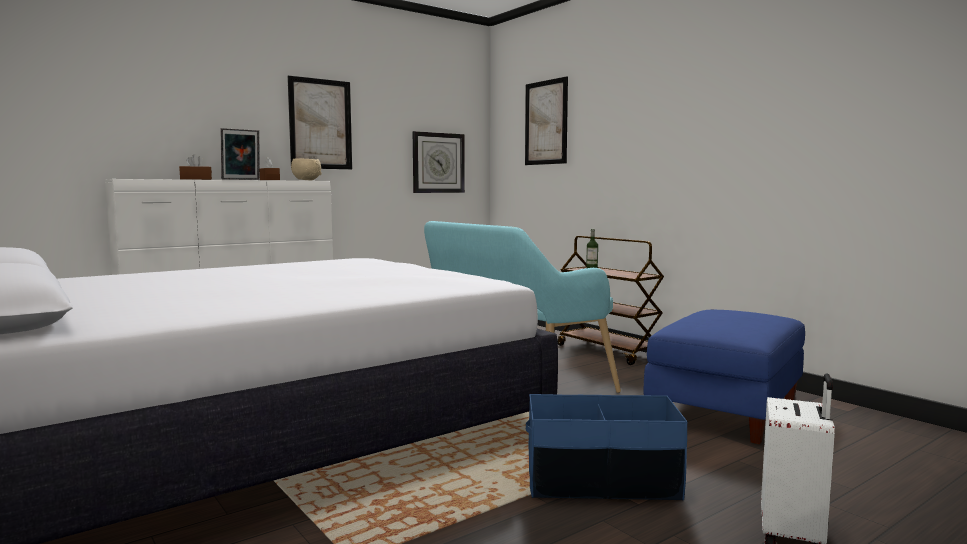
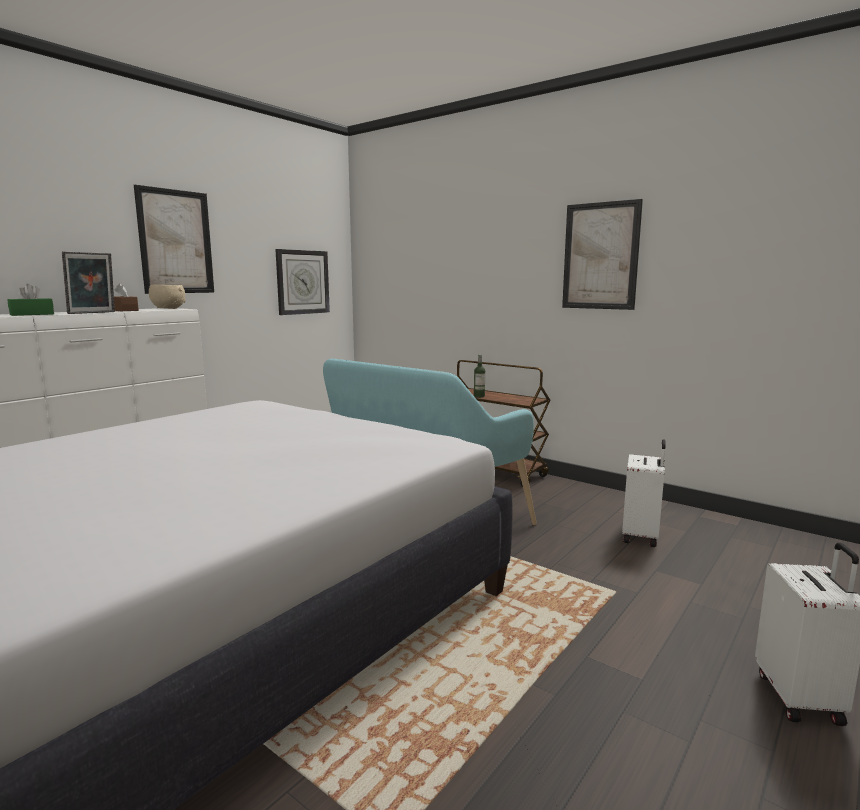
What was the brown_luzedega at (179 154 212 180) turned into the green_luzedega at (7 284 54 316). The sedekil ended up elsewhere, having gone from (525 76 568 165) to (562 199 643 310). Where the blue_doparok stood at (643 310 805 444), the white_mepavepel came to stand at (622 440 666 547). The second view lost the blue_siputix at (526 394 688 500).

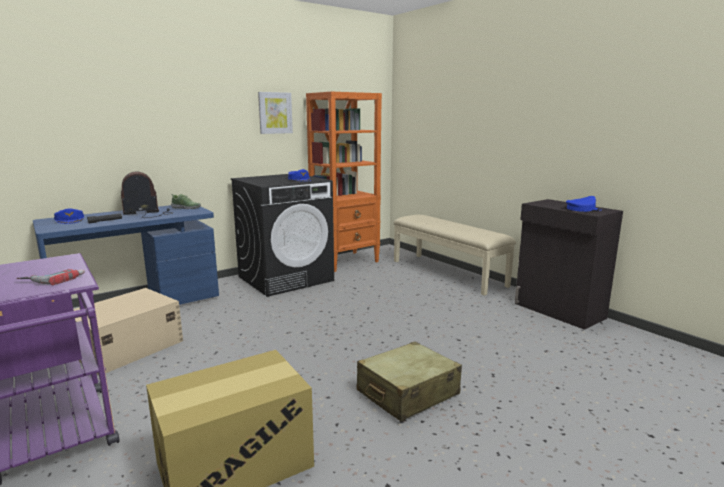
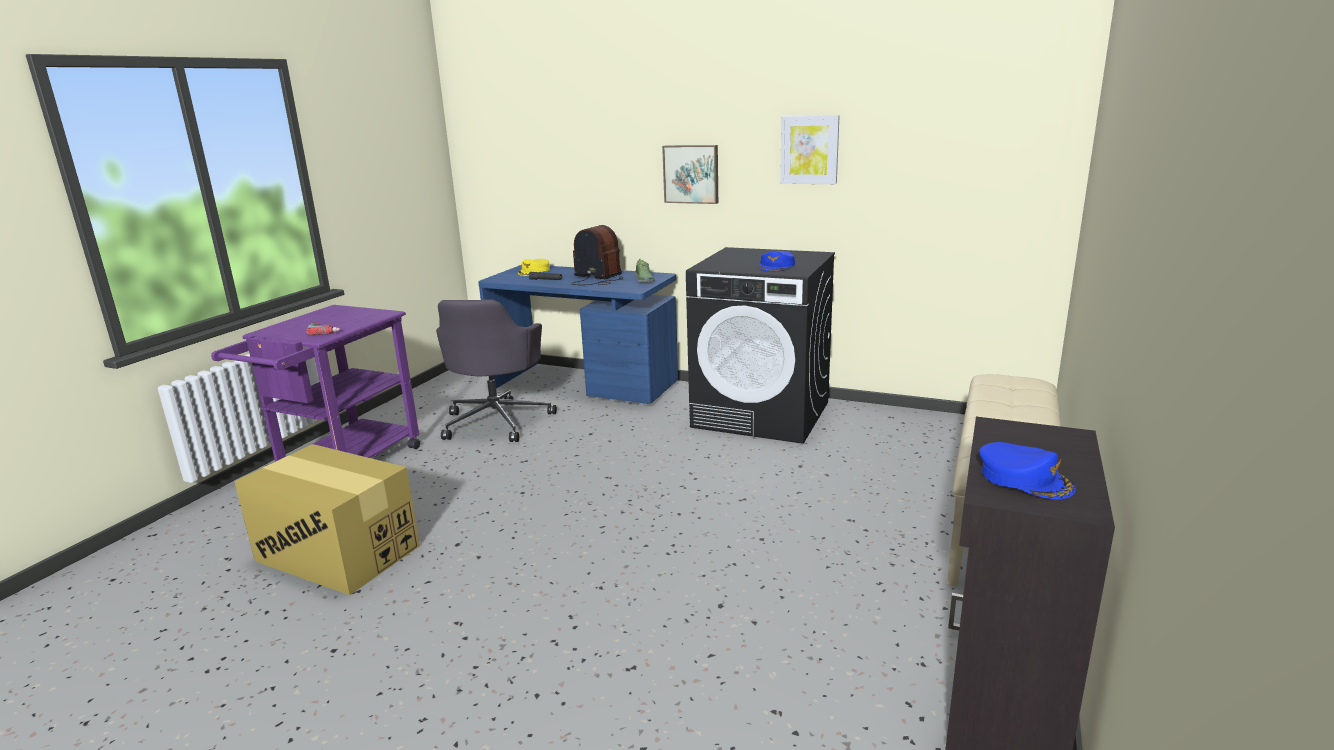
Where the beige_siputix stood at (73 288 183 375), the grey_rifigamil came to stand at (436 300 557 442). What was the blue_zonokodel at (54 209 84 224) turned into the yellow_zonokodel at (518 259 550 276). The second view gained the sedekil at (662 145 718 204). The second view lost the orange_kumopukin at (306 92 382 272). The second view lost the beige_mepavepel at (357 342 462 421).

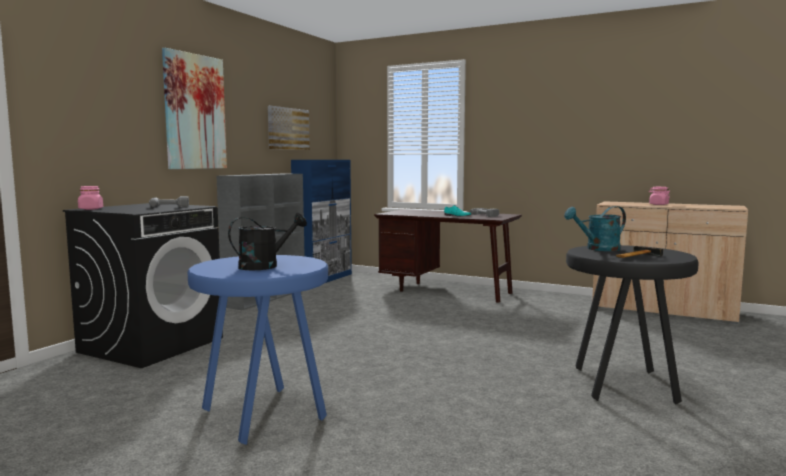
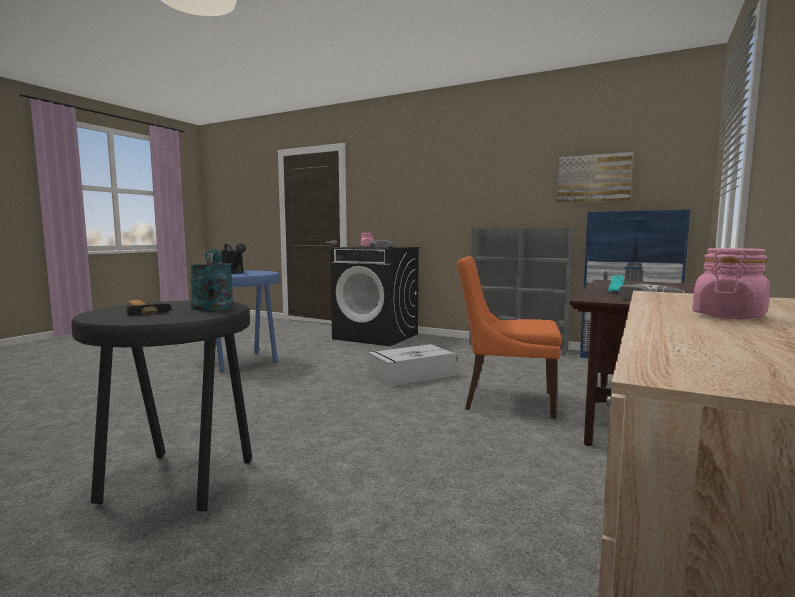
The second view gained the grey_siputix at (368 344 457 387). The second view gained the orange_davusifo at (457 256 562 419). The second view lost the sedekil at (162 48 227 169).

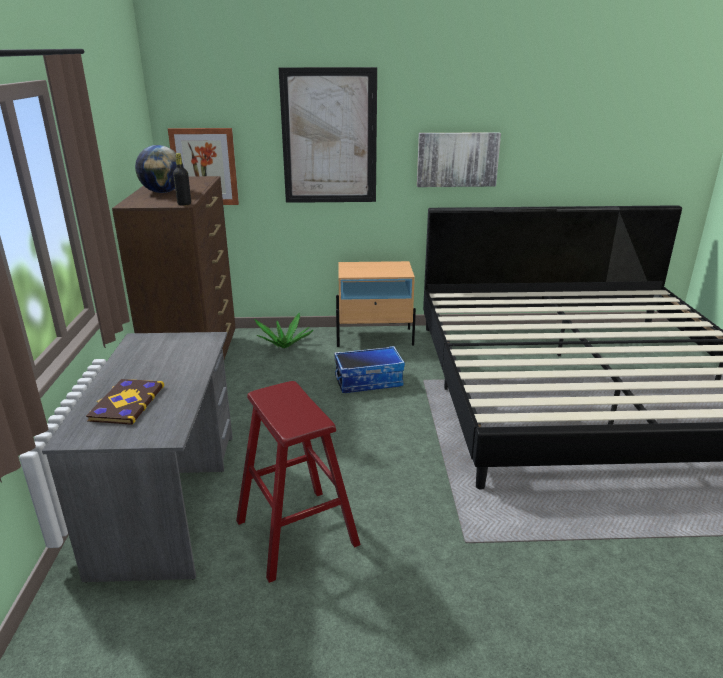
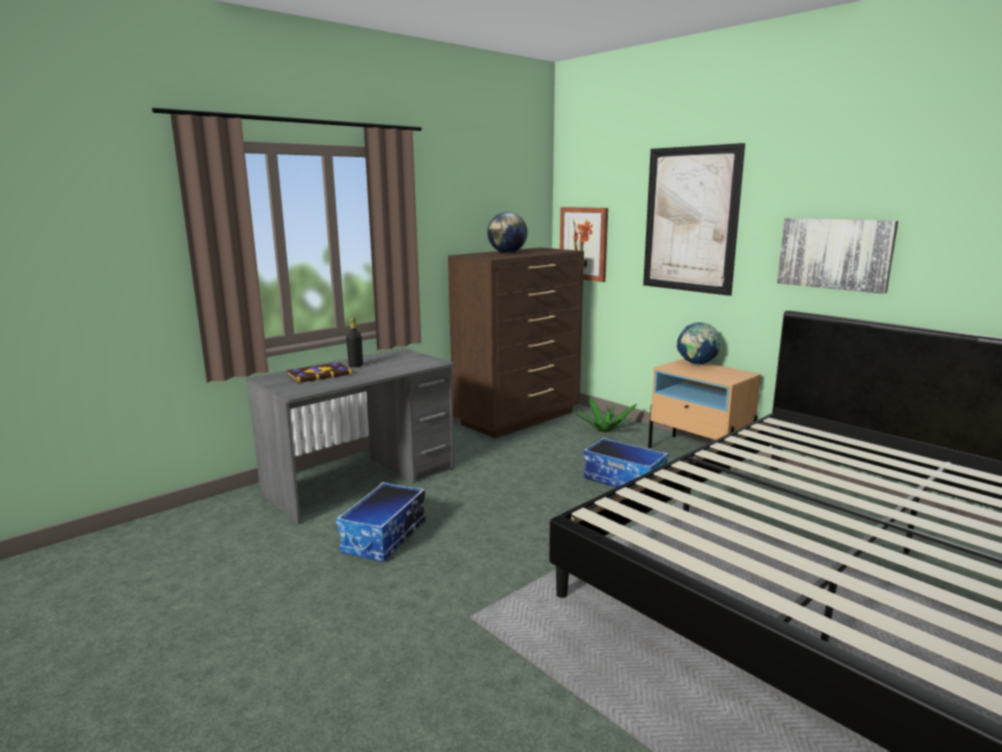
Where the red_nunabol stood at (236 381 361 583), the siputix came to stand at (336 482 426 562). The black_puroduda ended up elsewhere, having gone from (173 153 191 206) to (346 318 363 367). The second view gained the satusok at (677 322 721 366).

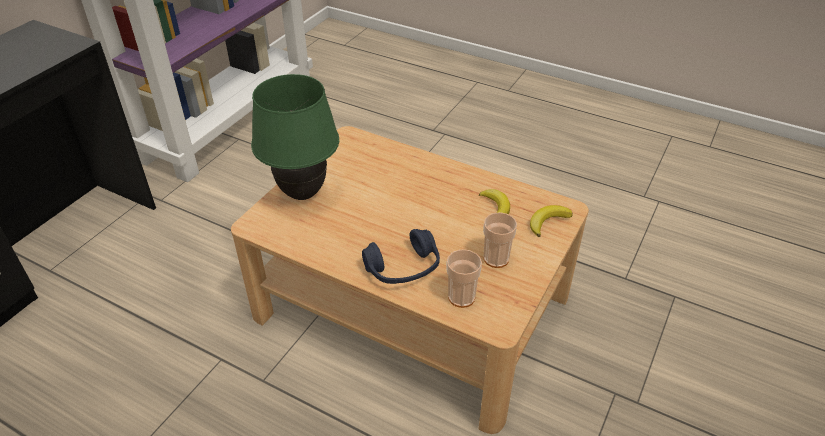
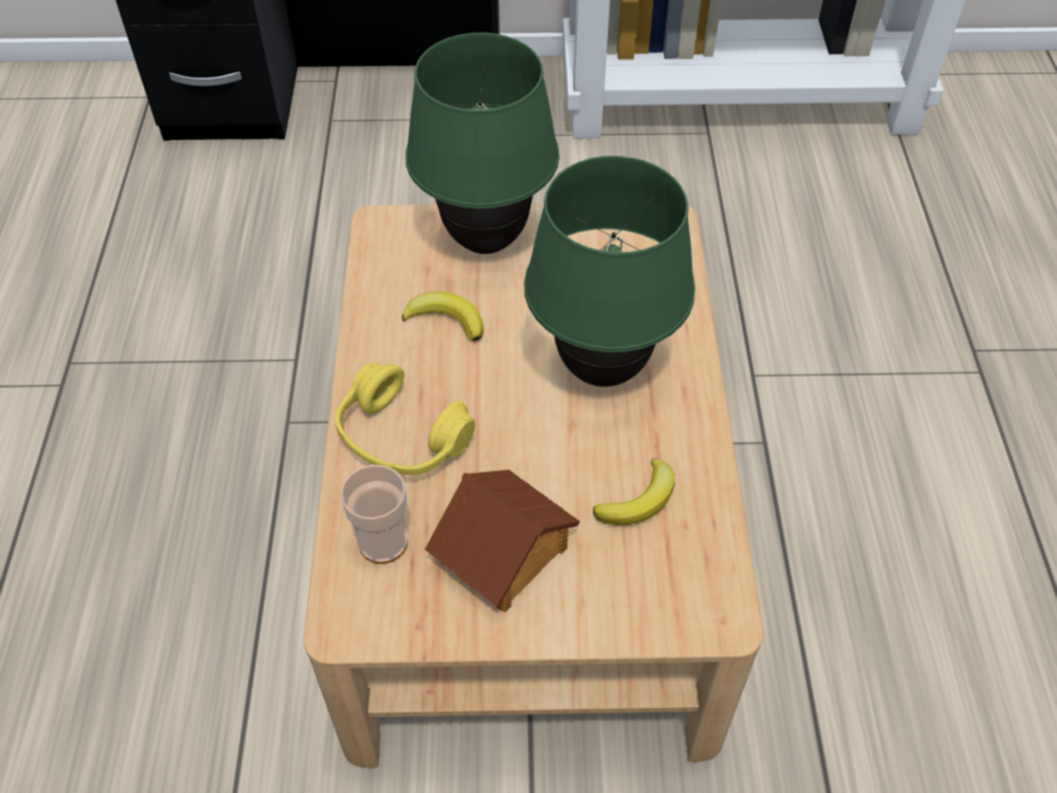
What was the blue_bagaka at (362 229 440 284) turned into the yellow_bagaka at (335 363 475 475). The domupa ended up elsewhere, having gone from (530 205 573 237) to (402 291 484 342). Where the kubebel stood at (483 212 517 268), the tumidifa came to stand at (425 470 580 612). The second view gained the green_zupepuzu at (524 156 695 387).

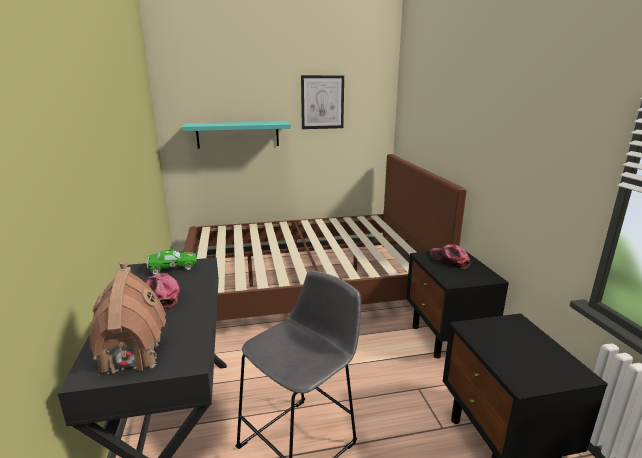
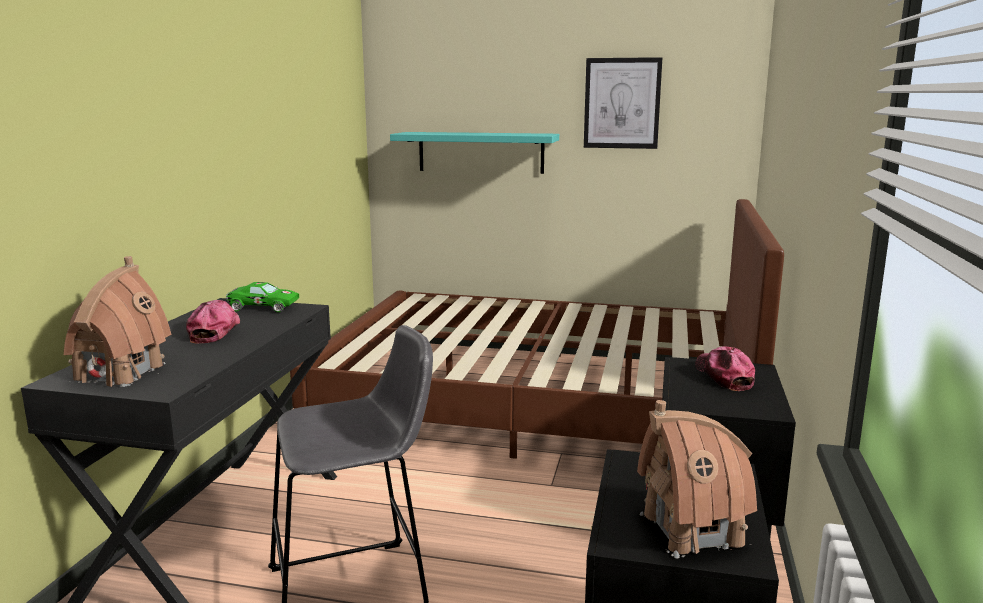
The second view gained the tumidifa at (637 400 757 558).

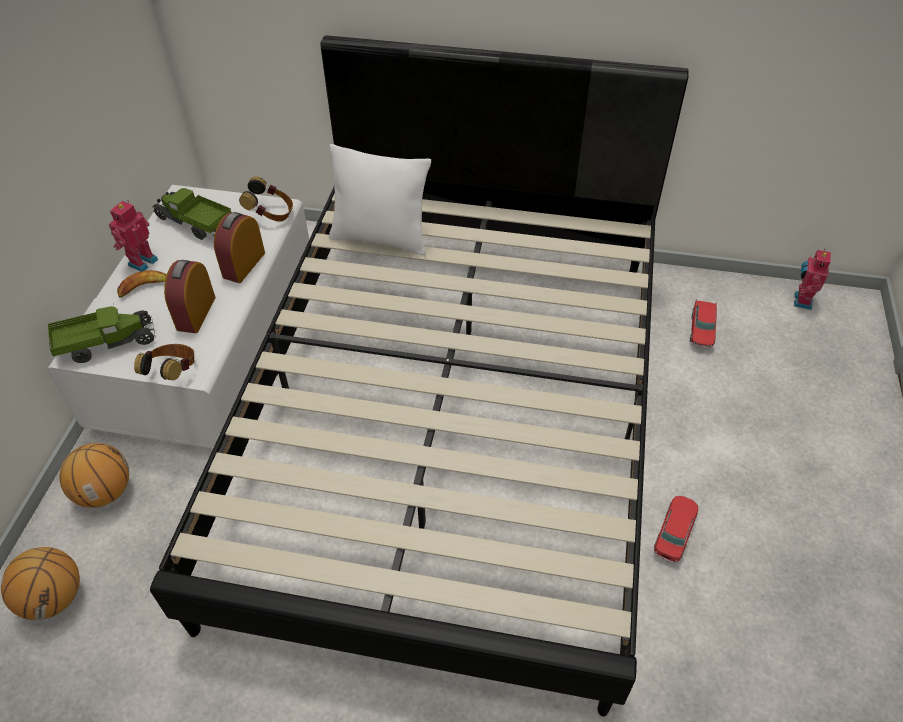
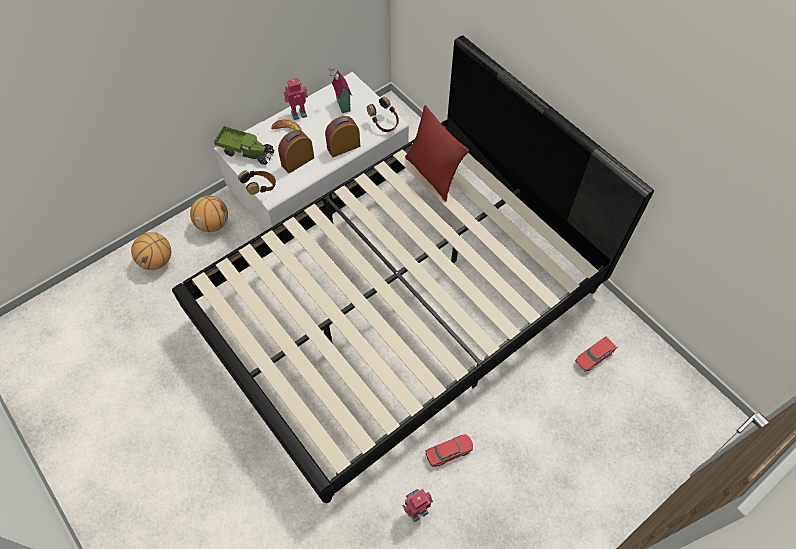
Where the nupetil stood at (153 188 231 240), the tumidifa came to stand at (327 67 352 113). The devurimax ended up elsewhere, having gone from (794 248 831 310) to (402 489 433 522). What was the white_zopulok at (329 144 431 255) turned into the red_zopulok at (405 105 469 202).

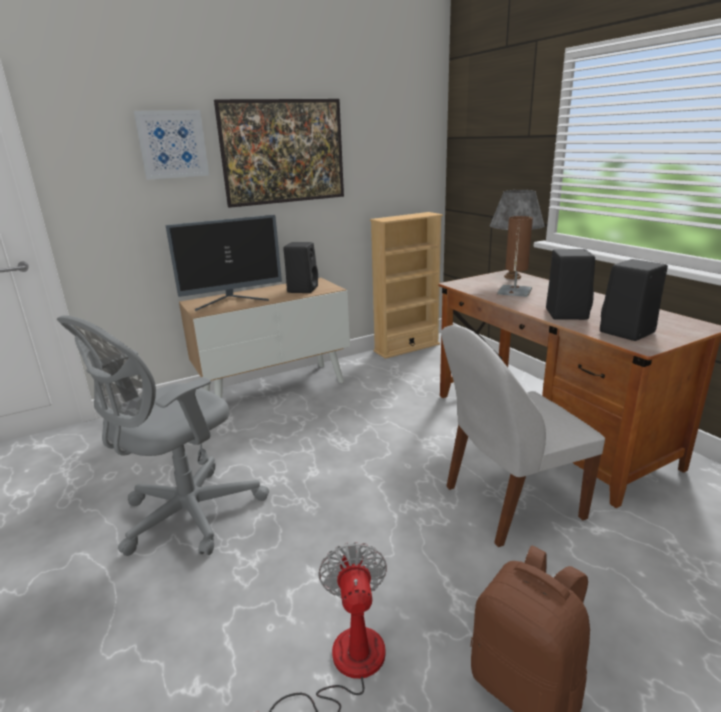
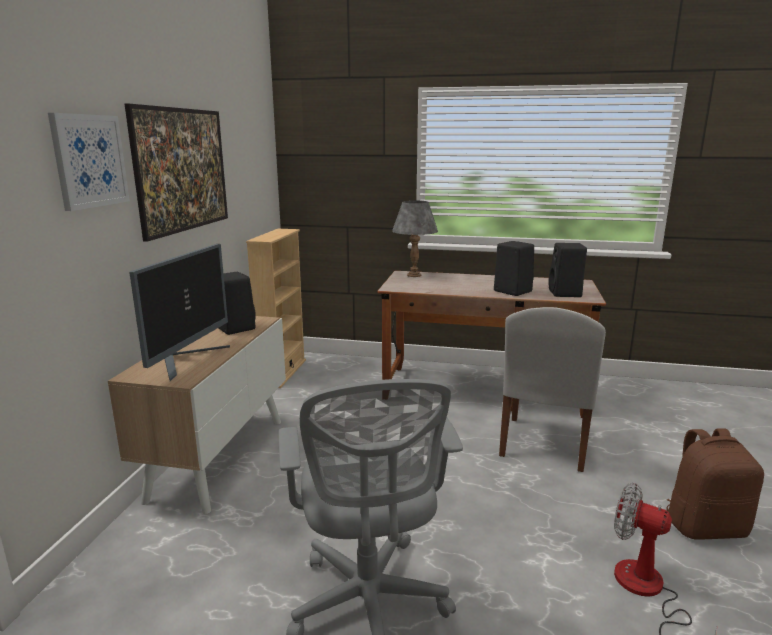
The second view lost the brown_zupepuzu at (497 216 533 297).

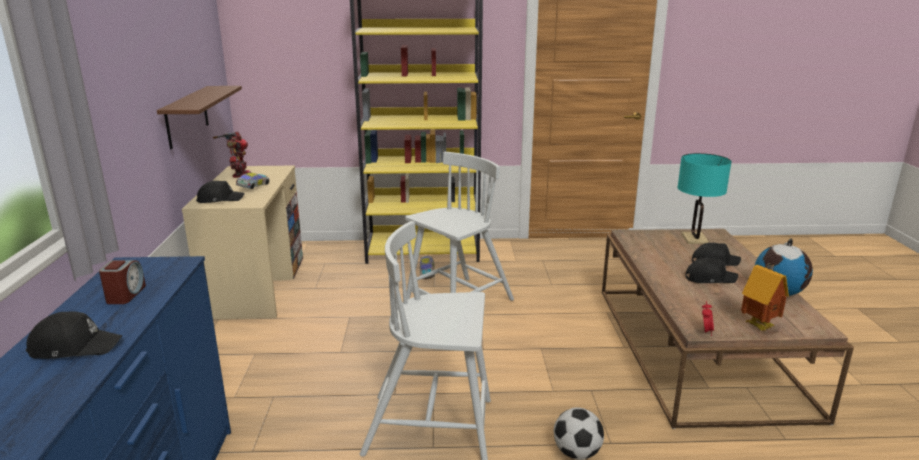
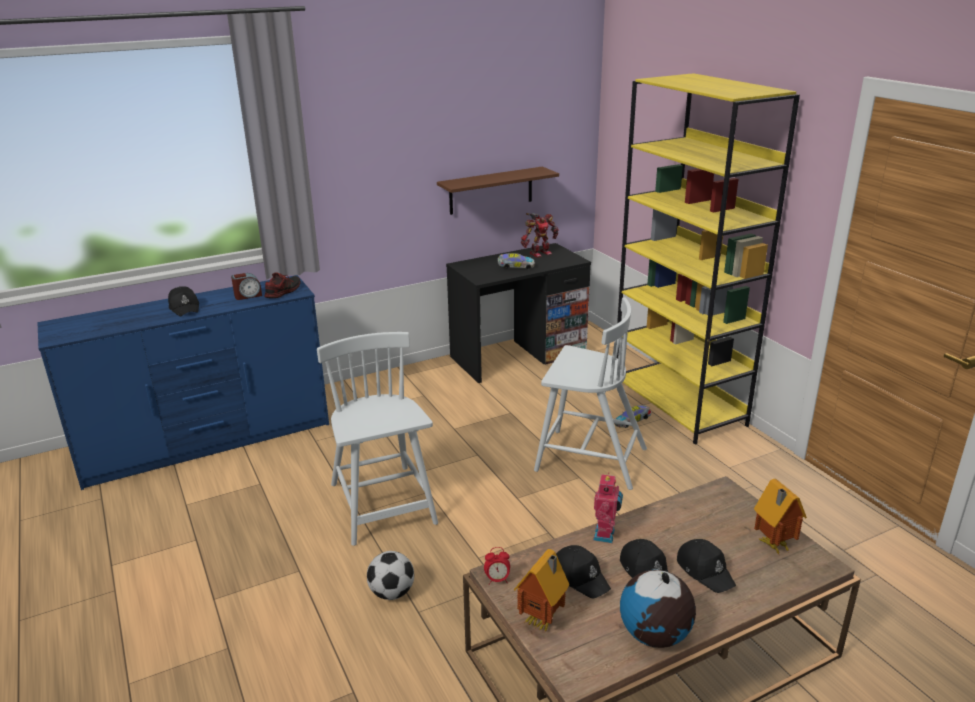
The second view gained the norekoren at (264 272 301 298). What was the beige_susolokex at (182 166 303 319) turned into the black_susolokex at (446 243 591 383). The black_zonokodel ended up elsewhere, having gone from (196 181 245 203) to (556 545 611 599). The second view gained the devurimax at (593 472 623 543). Where the turquoise_zupepuzu stood at (677 153 732 244), the tumidifa came to stand at (754 479 807 556).

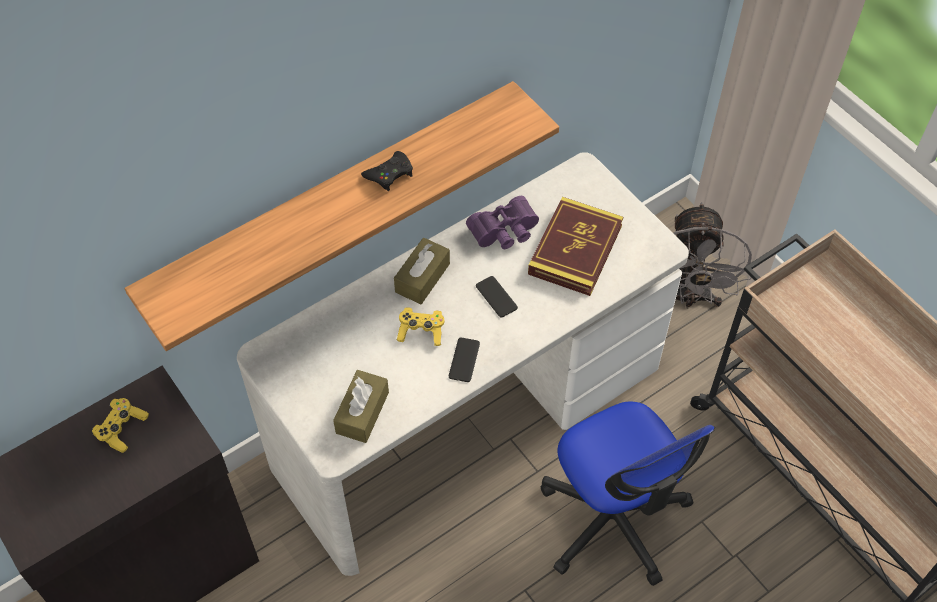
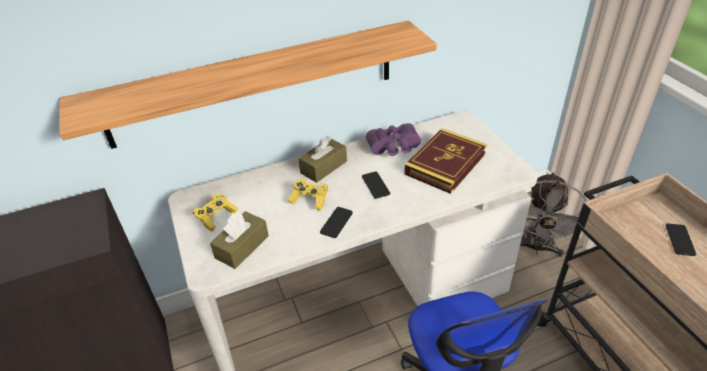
The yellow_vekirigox ended up elsewhere, having gone from (91 398 149 453) to (193 194 238 231). The second view gained the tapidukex at (666 224 696 256). The second view lost the black_vekirigox at (361 151 413 191).

